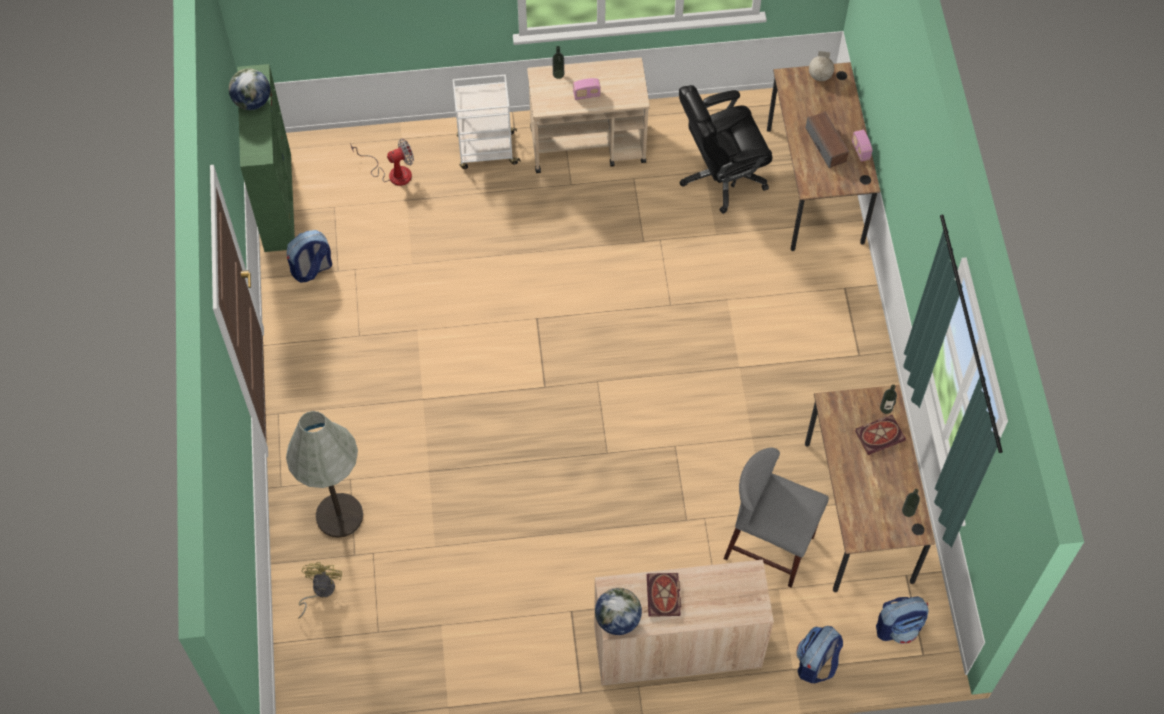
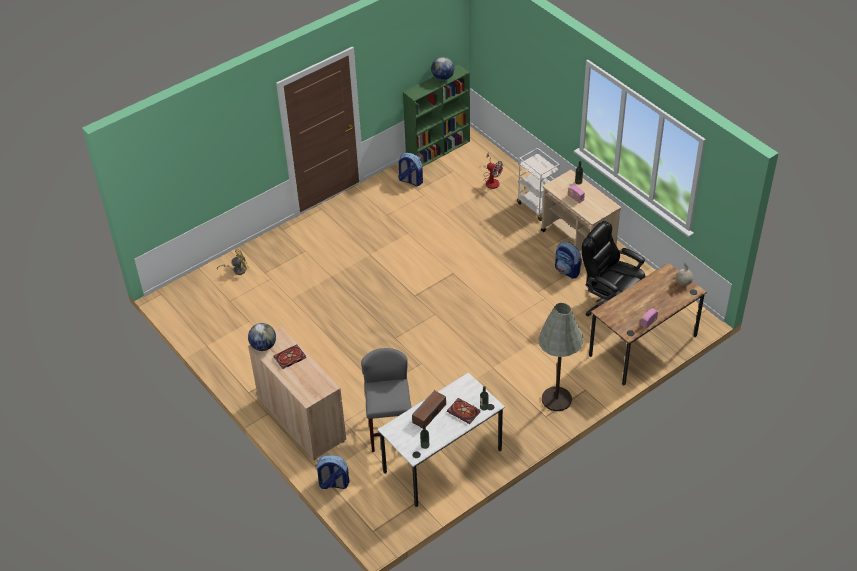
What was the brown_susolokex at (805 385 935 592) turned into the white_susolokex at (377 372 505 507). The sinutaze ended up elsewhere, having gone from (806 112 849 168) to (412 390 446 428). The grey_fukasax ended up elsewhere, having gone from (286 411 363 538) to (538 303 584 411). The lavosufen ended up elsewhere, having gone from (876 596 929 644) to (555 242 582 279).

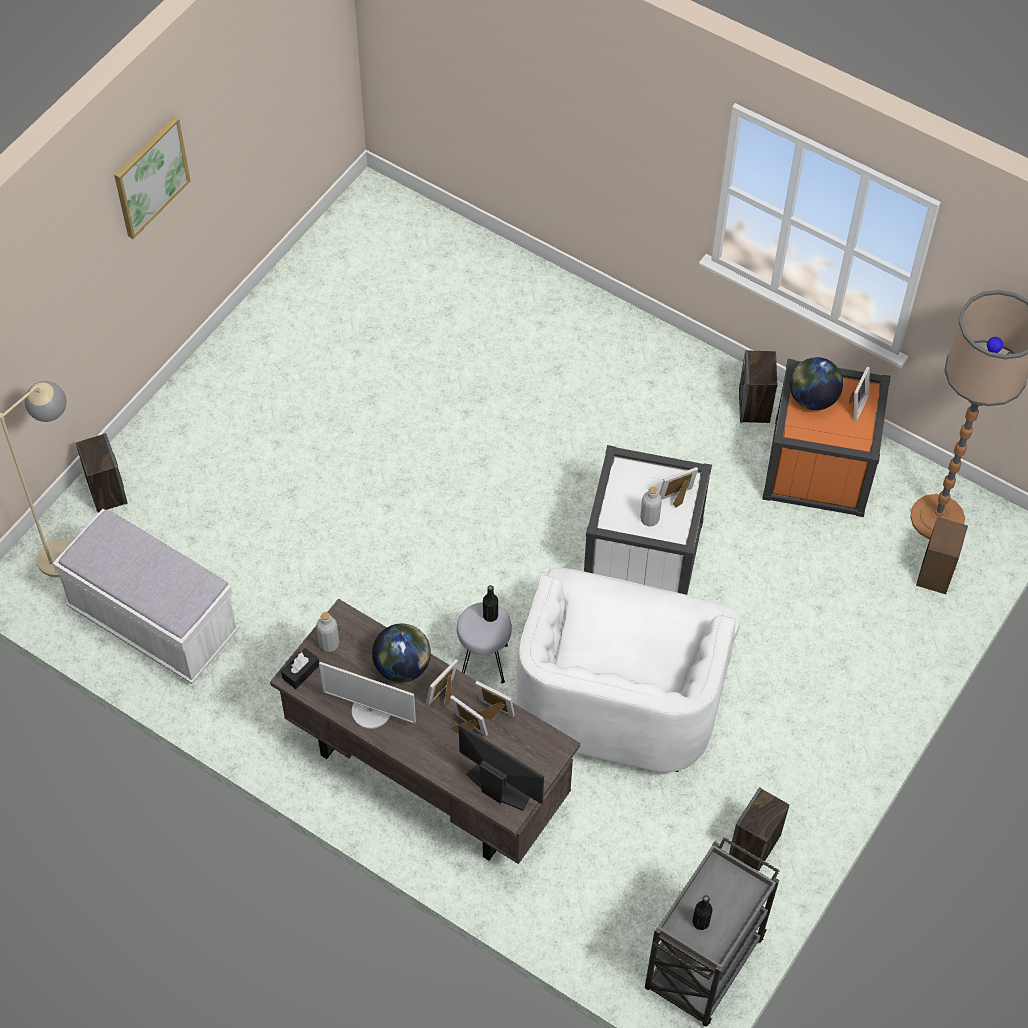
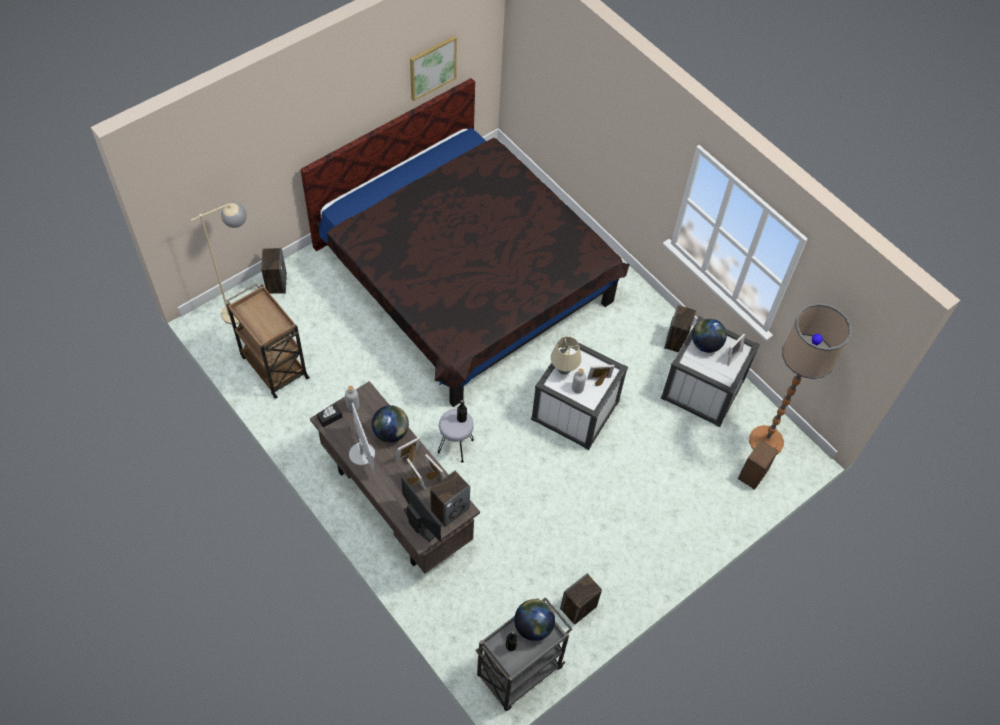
Where the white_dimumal stood at (53 509 240 684), the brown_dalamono came to stand at (226 283 310 399). The second view gained the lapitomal at (300 78 630 407). The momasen at (319 662 416 729) ended up facing another way, 150 degrees counterclockwise from before. The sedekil ended up elsewhere, having gone from (114 116 190 239) to (410 36 457 101). The second view gained the sinutaze at (430 471 470 527). The second view gained the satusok at (514 599 555 641). The second view gained the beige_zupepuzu at (551 336 581 375). What was the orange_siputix at (762 359 891 517) turned into the white_siputix at (661 316 760 427). The second view lost the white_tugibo at (516 568 740 773).

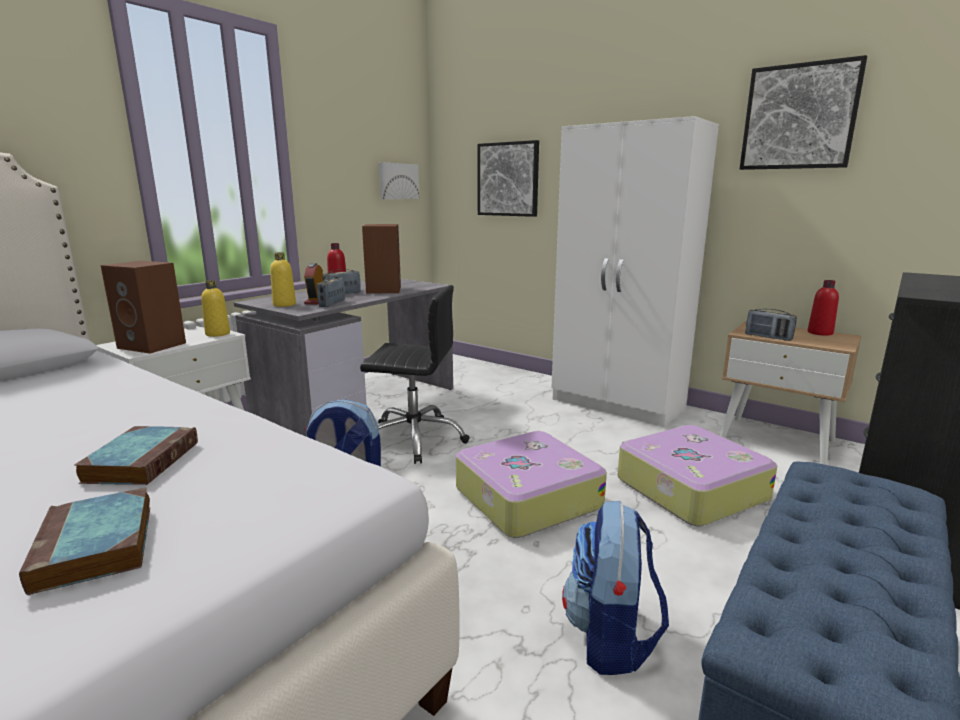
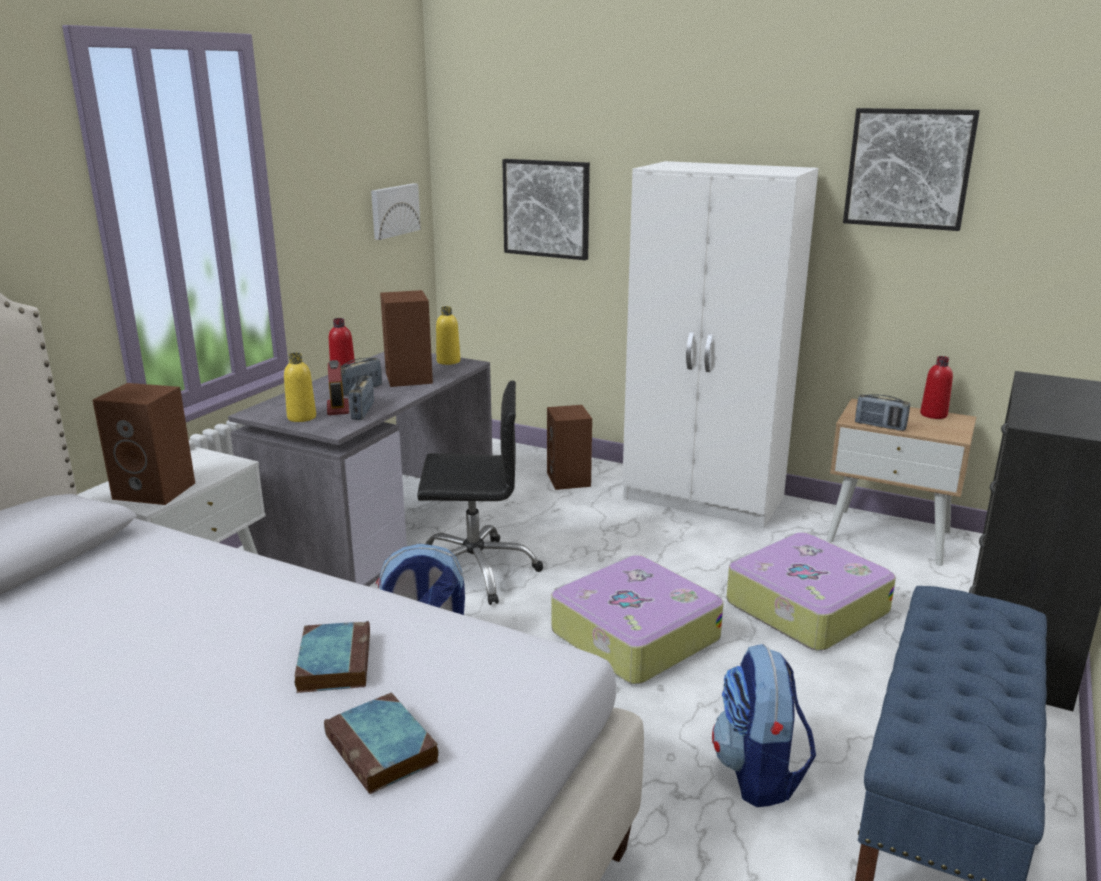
The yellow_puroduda ended up elsewhere, having gone from (201 281 230 337) to (436 306 460 365). The second view gained the brown_sinutaze at (547 405 592 490).

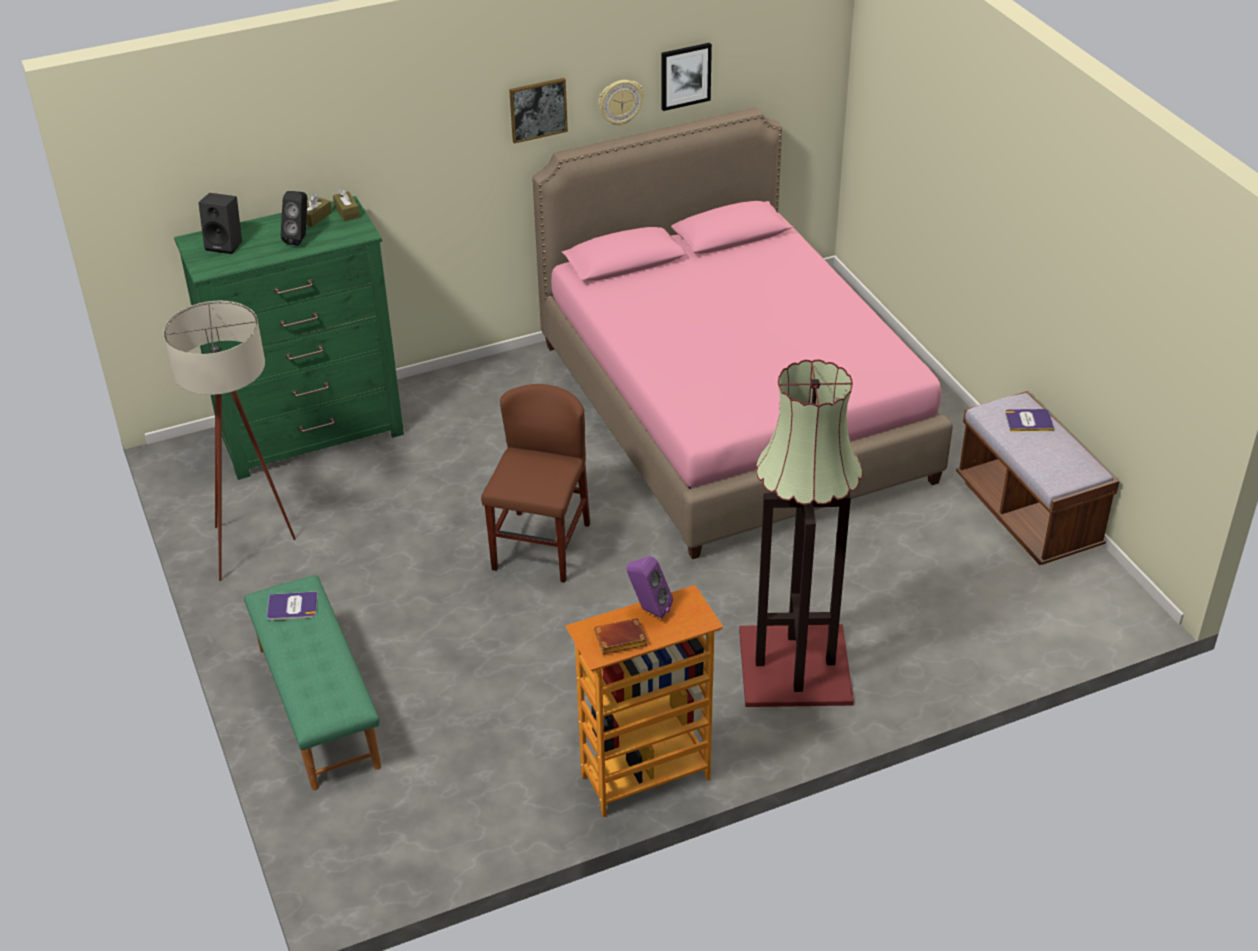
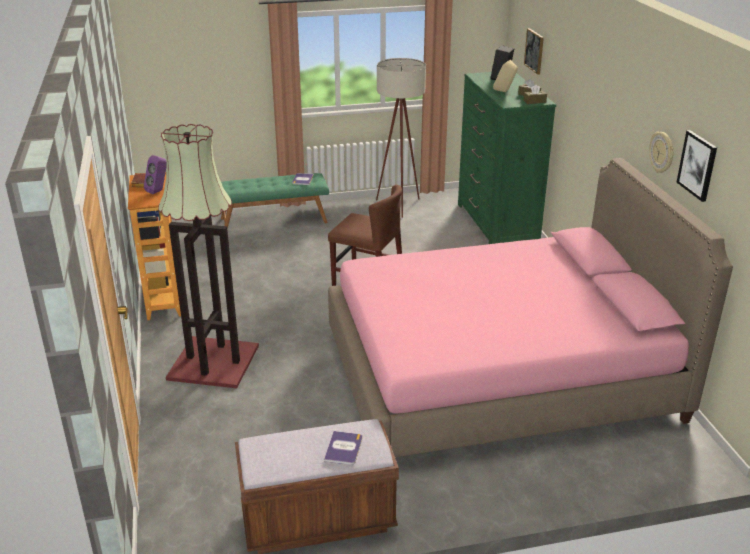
What was the black_sinutaze at (281 191 307 246) turned into the beige_sinutaze at (493 60 518 92). The sedekil ended up elsewhere, having gone from (509 78 568 144) to (524 28 544 75).

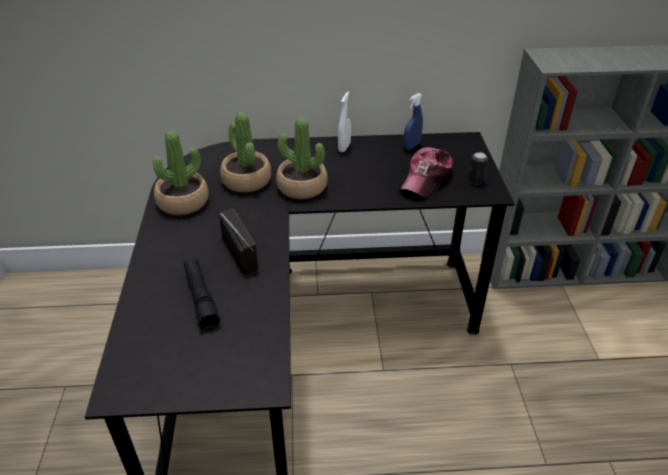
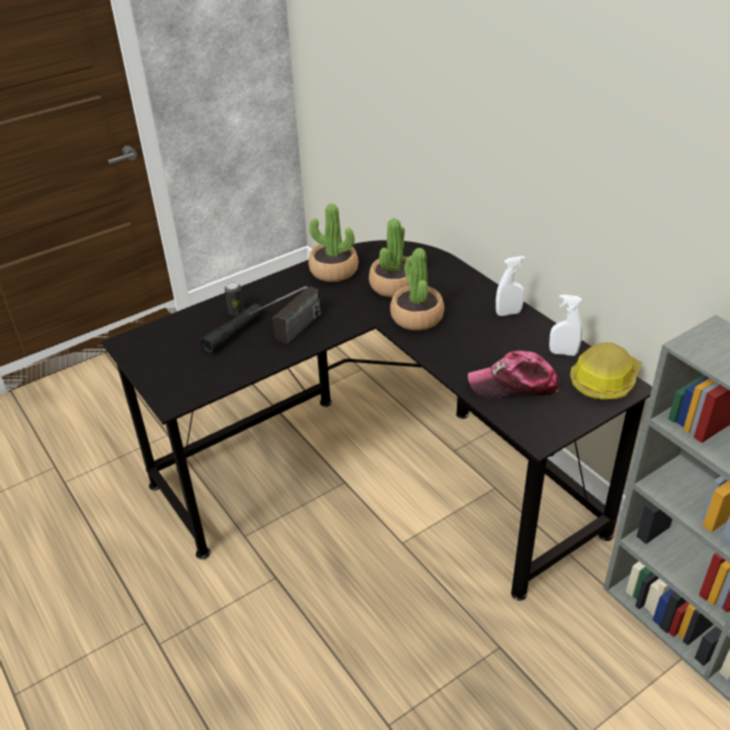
The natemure ended up elsewhere, having gone from (468 152 488 185) to (225 282 244 315). What was the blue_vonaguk at (403 93 423 150) turned into the white_vonaguk at (549 295 583 356). The second view gained the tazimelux at (570 342 642 401).

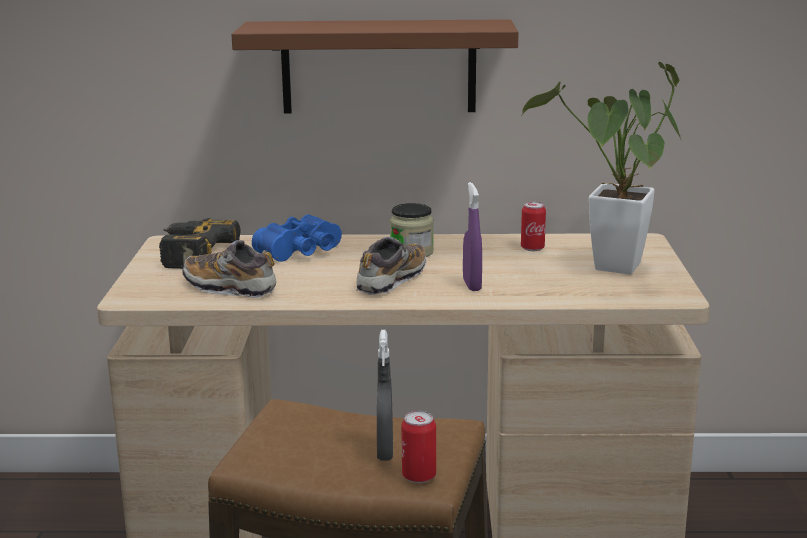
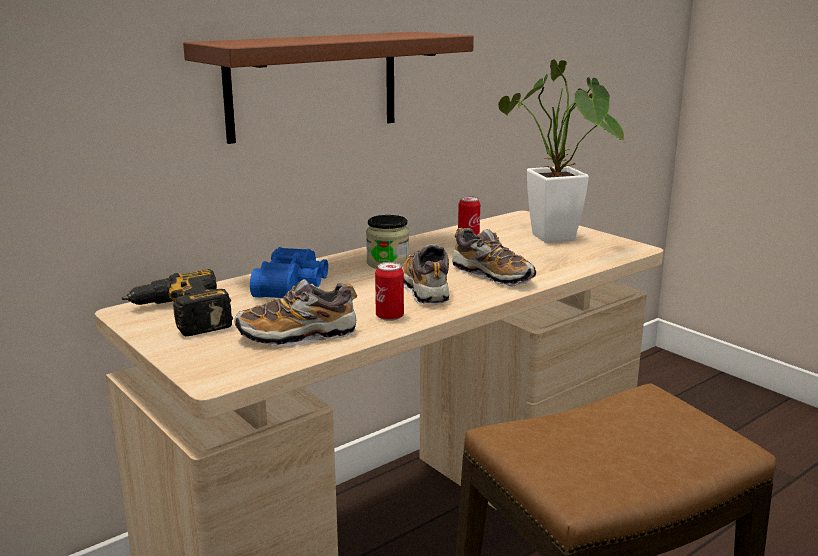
The natemure ended up elsewhere, having gone from (401 411 436 483) to (375 262 404 321). Where the purple_vonaguk stood at (463 182 482 291), the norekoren came to stand at (452 228 536 286). The second view lost the grey_vonaguk at (377 330 393 461).

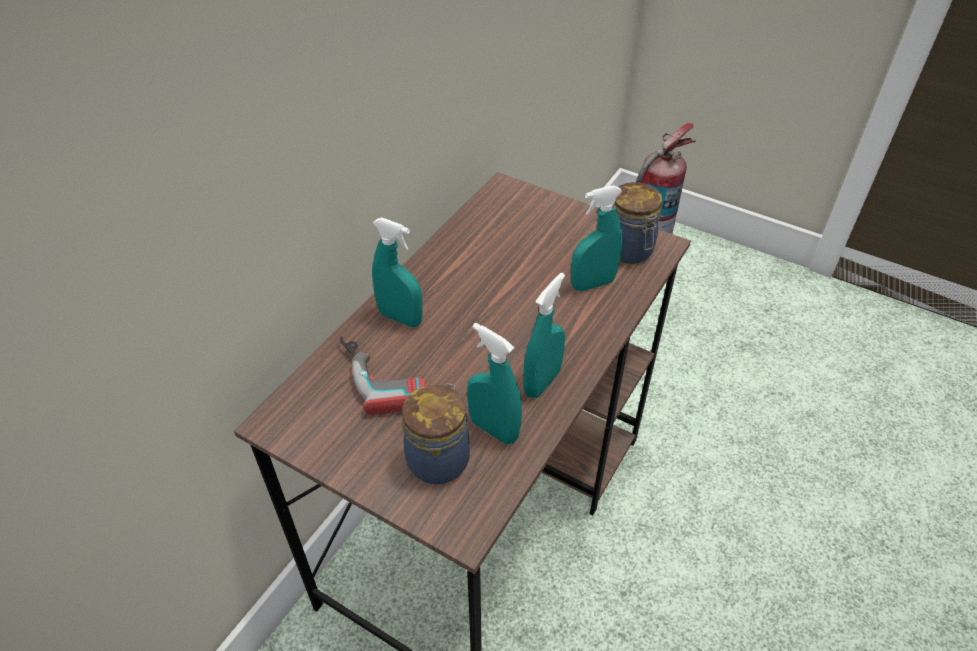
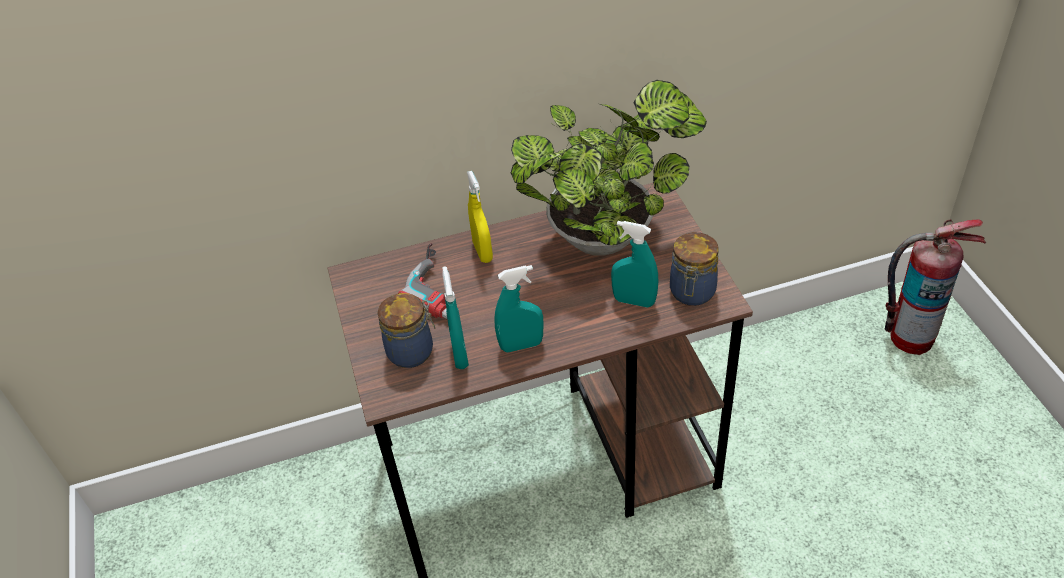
What was the turquoise_vonaguk at (372 218 423 327) turned into the yellow_vonaguk at (467 171 493 263). The second view gained the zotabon at (511 80 707 256).

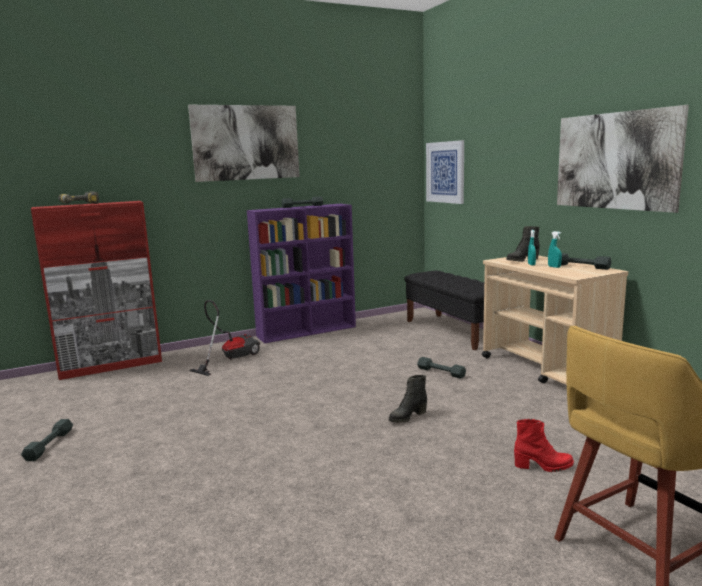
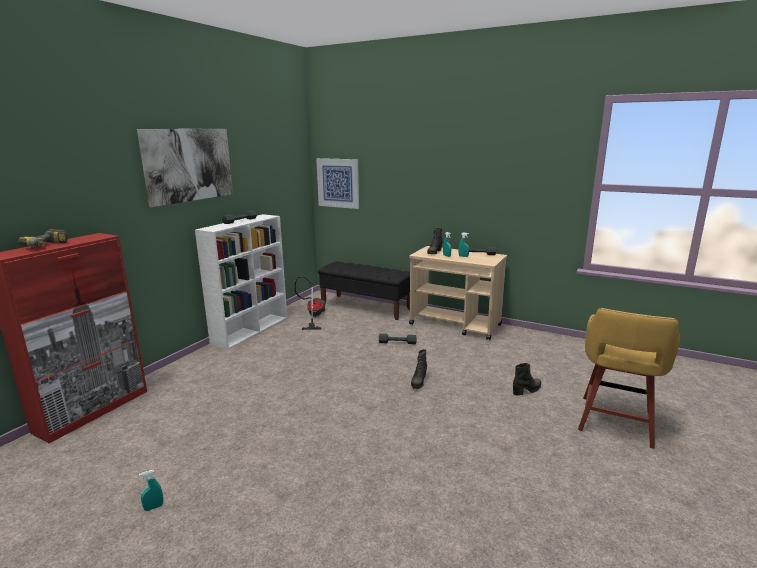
Where the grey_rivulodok stood at (21 419 73 461), the turquoise_vonaguk came to stand at (139 470 163 511). What was the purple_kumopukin at (247 204 356 343) turned into the white_kumopukin at (195 214 287 350). The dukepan ended up elsewhere, having gone from (189 300 260 376) to (294 276 326 330). What was the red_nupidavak at (514 419 574 472) turned into the black_nupidavak at (513 363 541 396). The second view lost the sedekil at (557 105 689 213).

